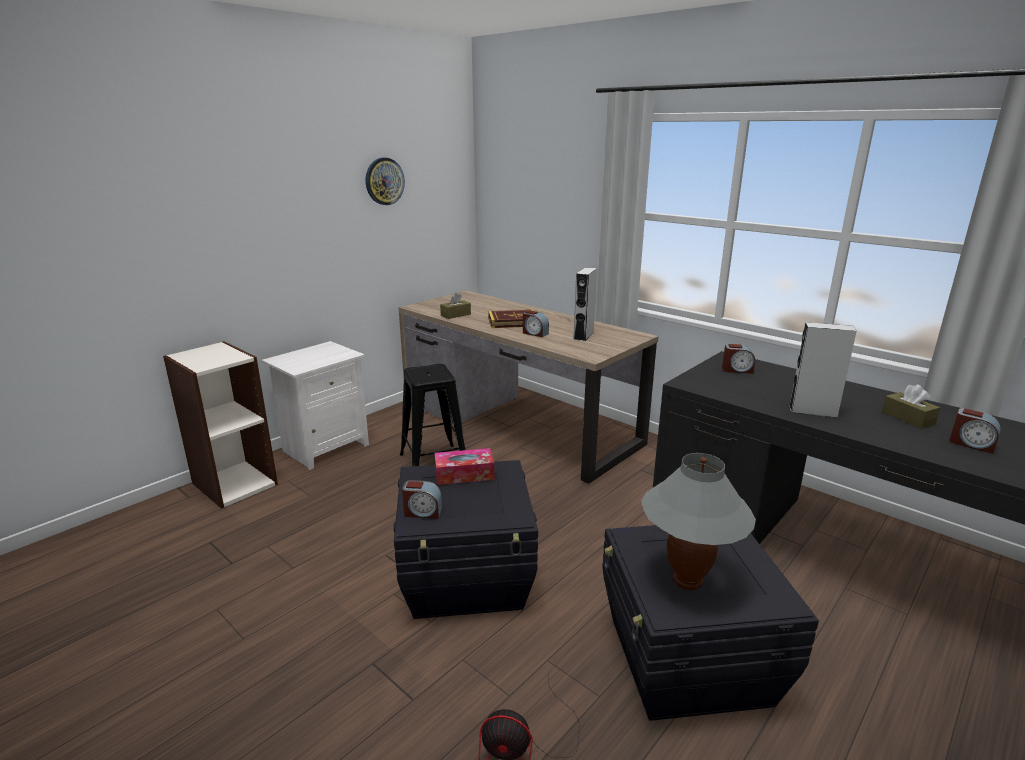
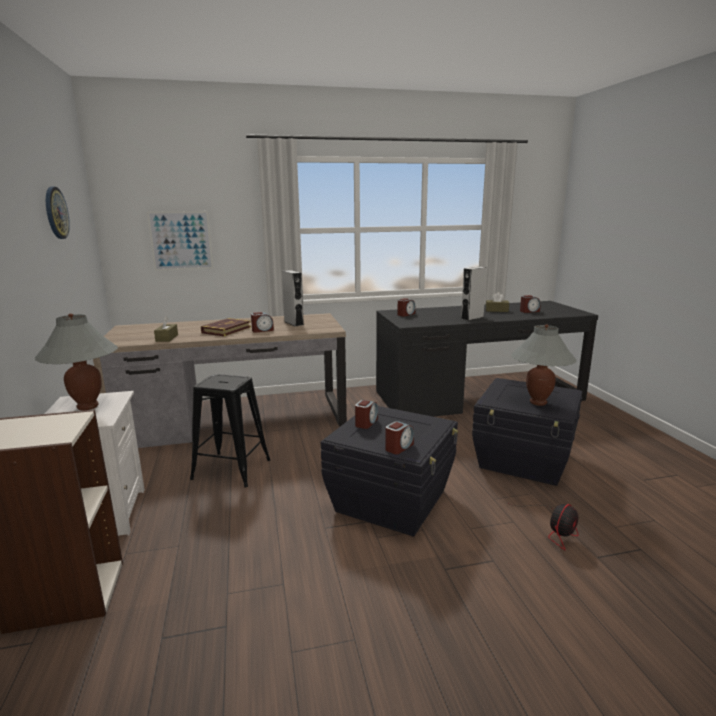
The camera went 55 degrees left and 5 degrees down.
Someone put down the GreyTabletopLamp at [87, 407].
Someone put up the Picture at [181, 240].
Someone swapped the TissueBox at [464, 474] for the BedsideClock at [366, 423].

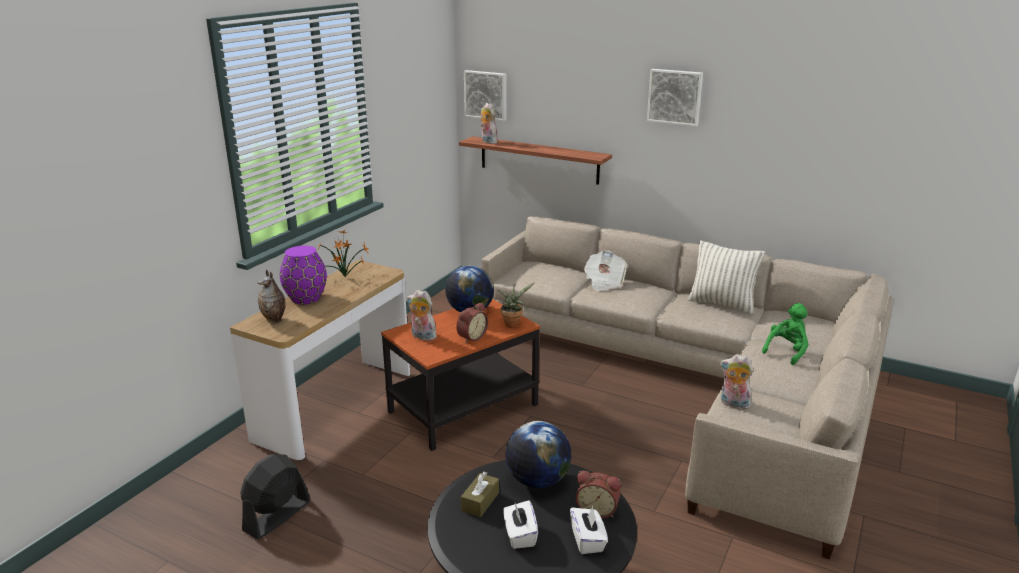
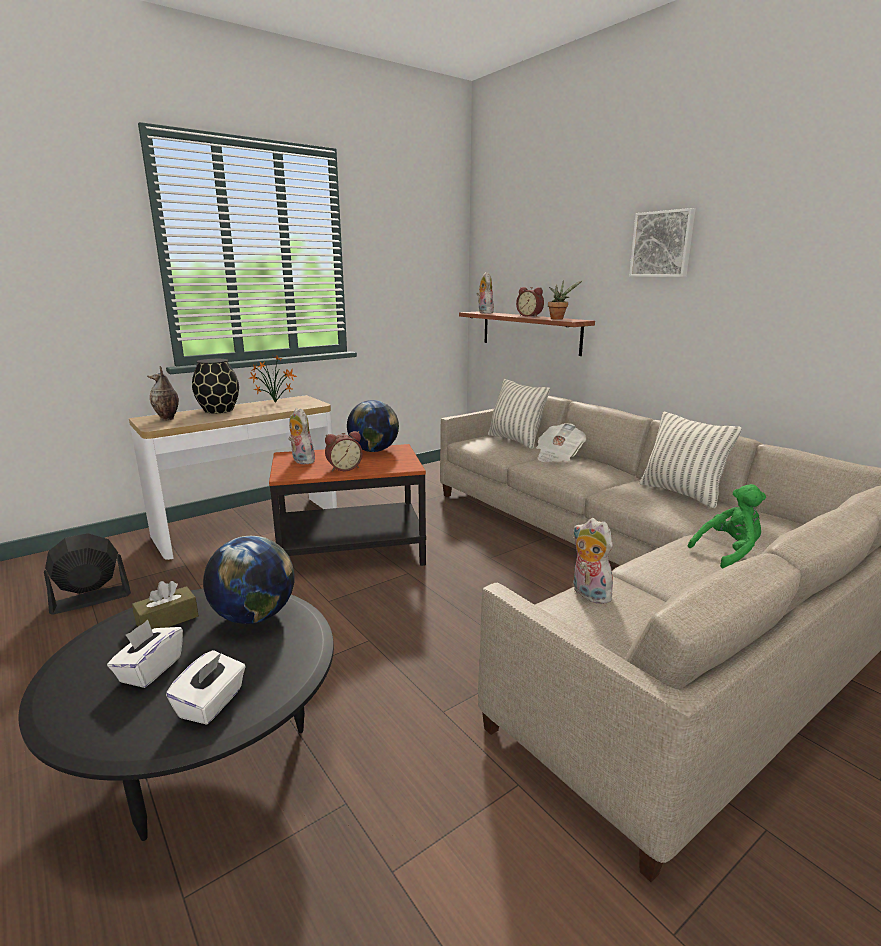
The camera went 25 degrees right and 5 degrees down.
Someone repainted the PurplishDecorativeVase at [306, 298], which became the BlackColouredDecorativeVase at [219, 410].
Someone put down the Pillow at [515, 440].
Someone carried the BedsideClock from [597, 510] to [530, 316].
Someone carried the Houseplant from [512, 323] to [558, 319].
Someone took away the Picture at [486, 95].

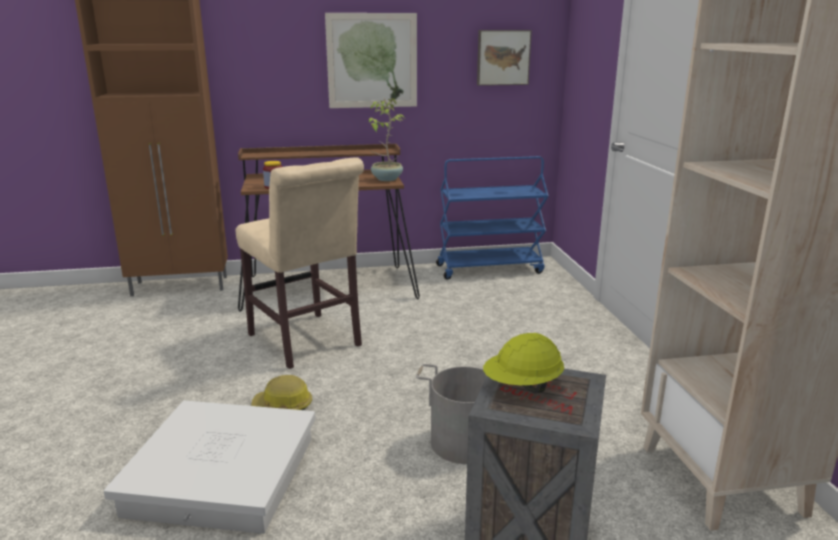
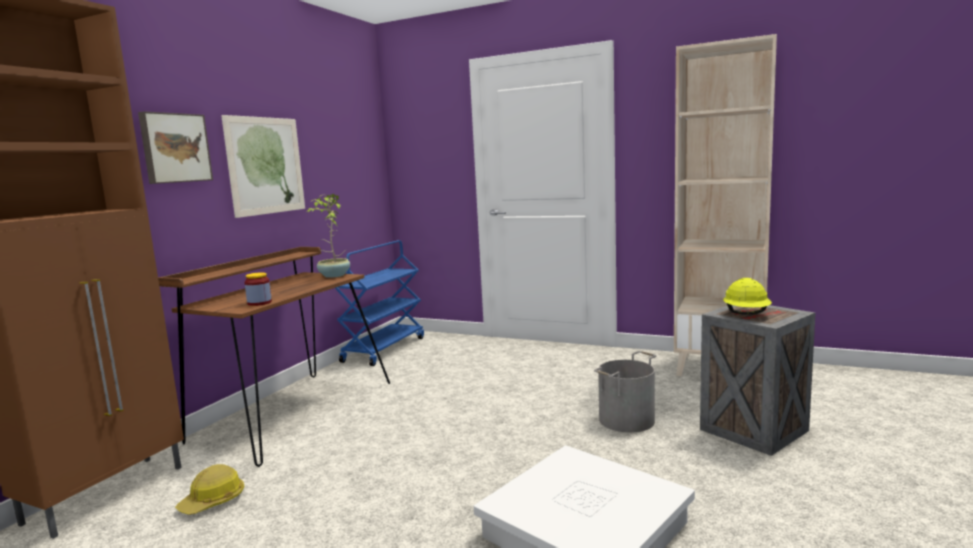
The camera went 55 degrees left and 10 degrees down.
Someone carried the Picture from [503, 57] to [174, 148].
Someone carried the SafetyHelmet from [283, 405] to [213, 501].
Someone took away the SandColouredPlainChair at [307, 343].

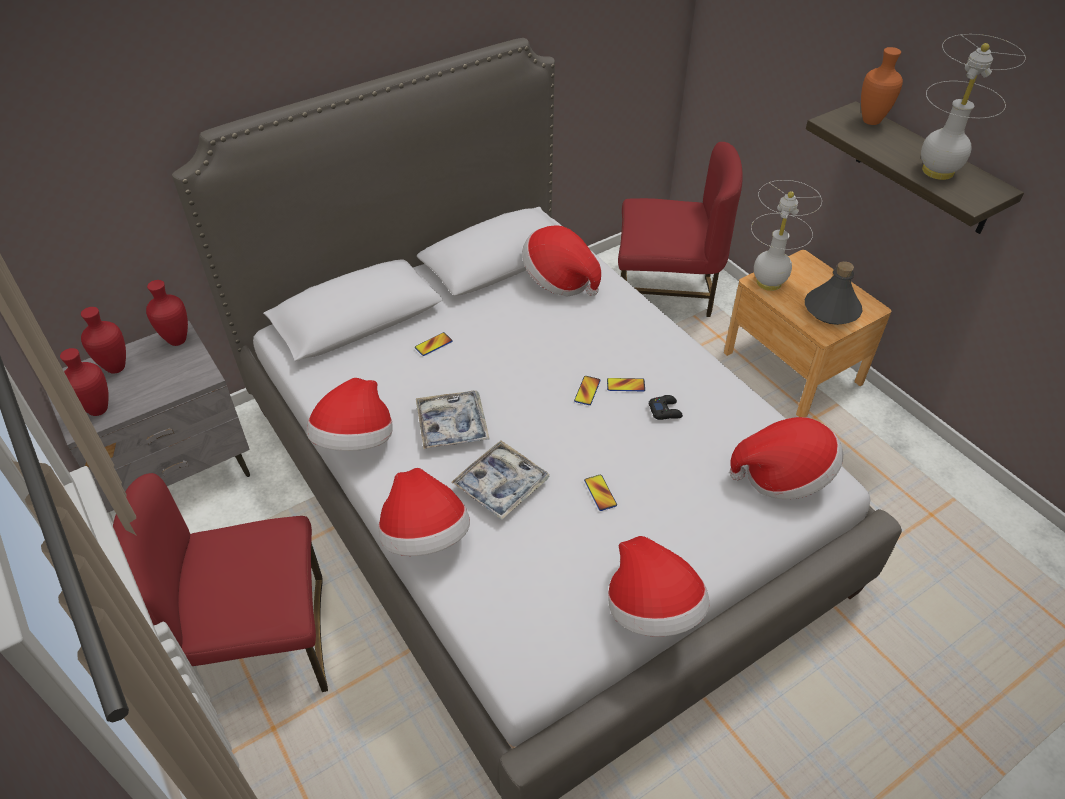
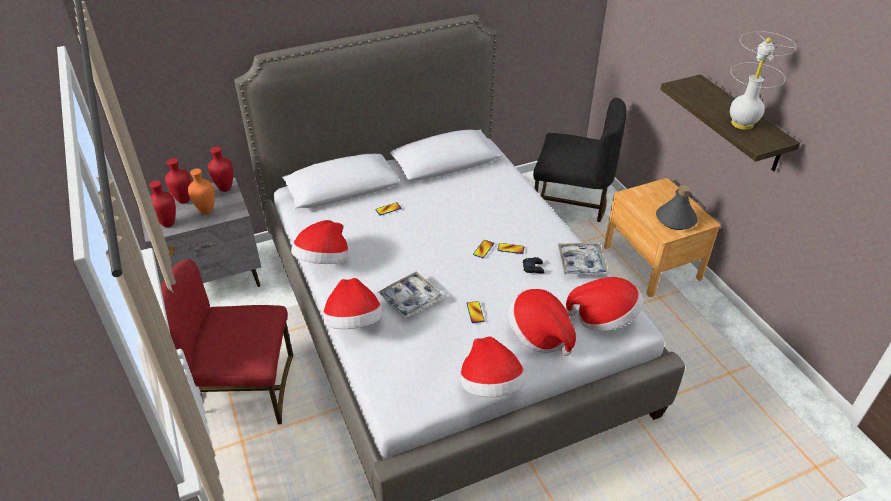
The camera went 10 degrees right and 5 degrees down.
Someone carried the OrangeyDecorativeVase from [872, 121] to [207, 211].
Someone carried the ClothingHat from [559, 280] to [539, 335].
Someone repainted the ReddishPlainChair at [664, 294], which became the BlackColouredPlainChair at [570, 203].
Someone carried the Tray from [452, 425] to [581, 263].
Someone took away the WhiteTabletopLamp at [768, 283].

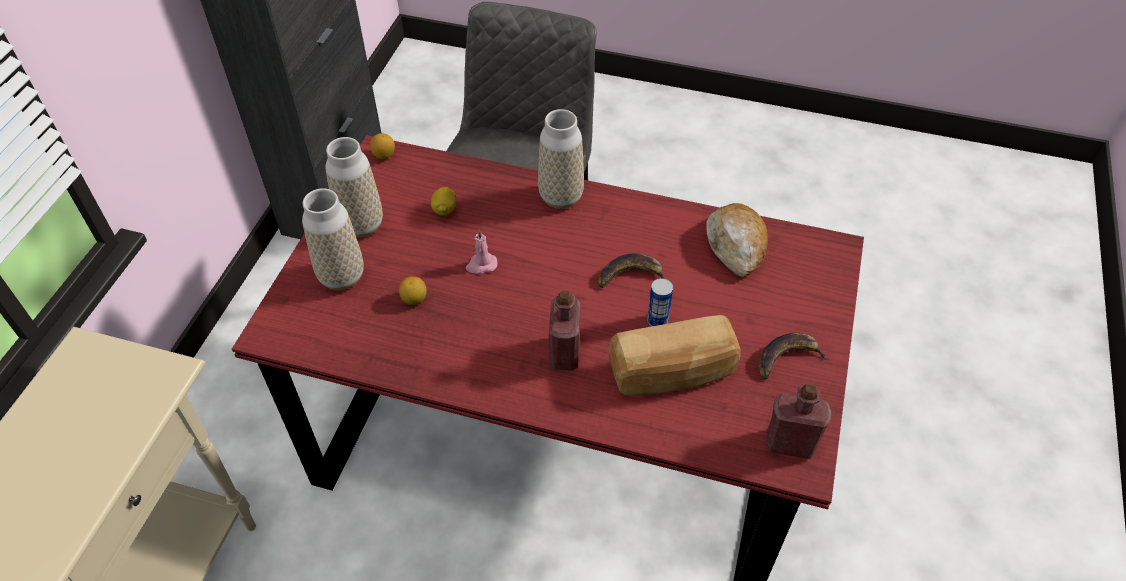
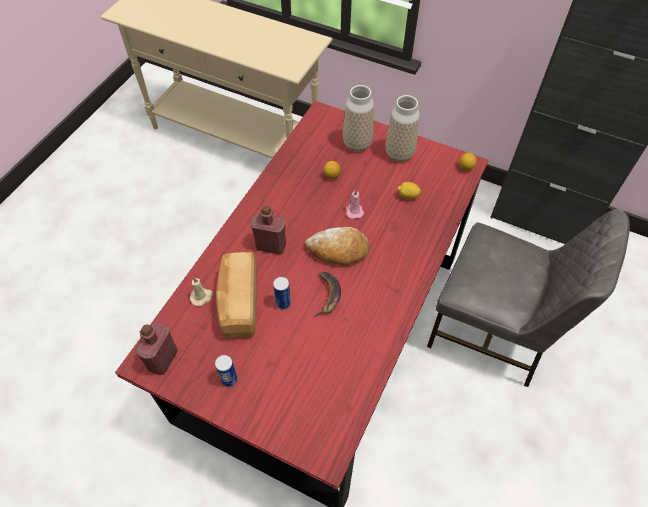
The camera went 100 degrees right and 5 degrees up.
Someone put down the SandColouredWaxLight at [202, 297].
Someone swapped the Banana at [787, 358] for the Can at [229, 380].
Someone carried the BakedBread from [736, 245] to [338, 250].
Someone took away the DecorativeVase at [561, 197].

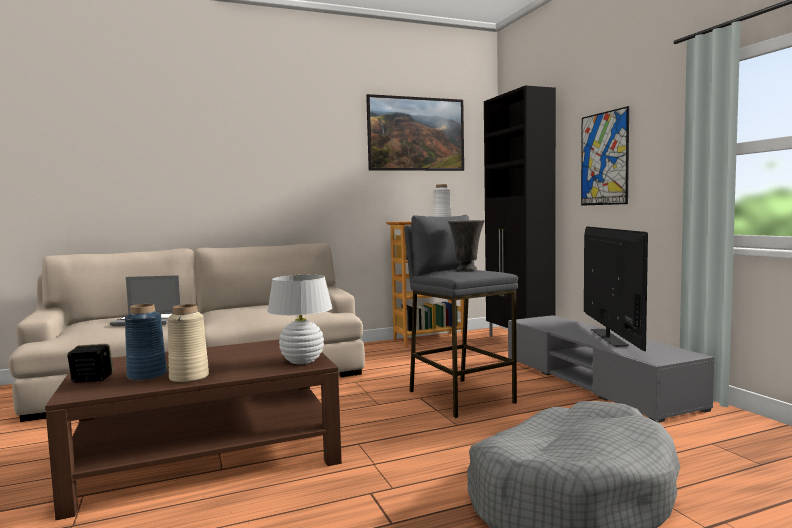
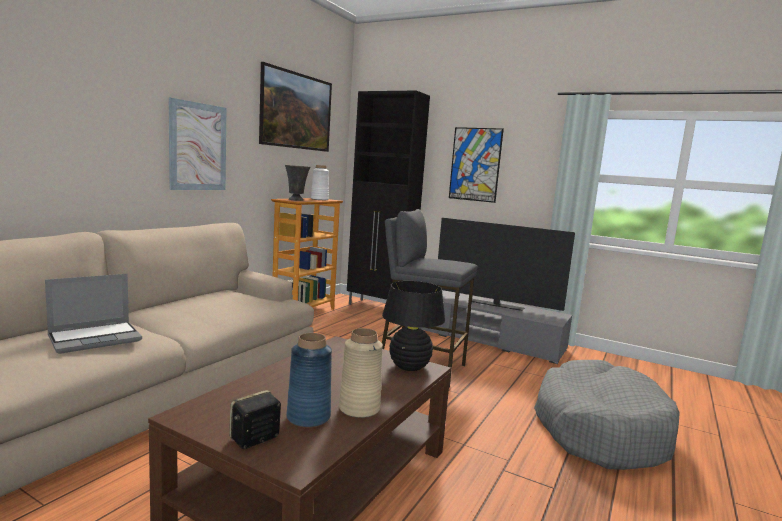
The camera went 40 degrees left and 5 degrees up.
Someone put up the Picture at [198, 147].
Someone carried the GreyDecorativeVase from [467, 270] to [296, 200].
Someone repainted the WhiteTabletopLamp at [302, 361], which became the BlackColouredTabletopLamp at [409, 366].
Someone rotated the Television at [608, 338] by 150 degrees clockwise.

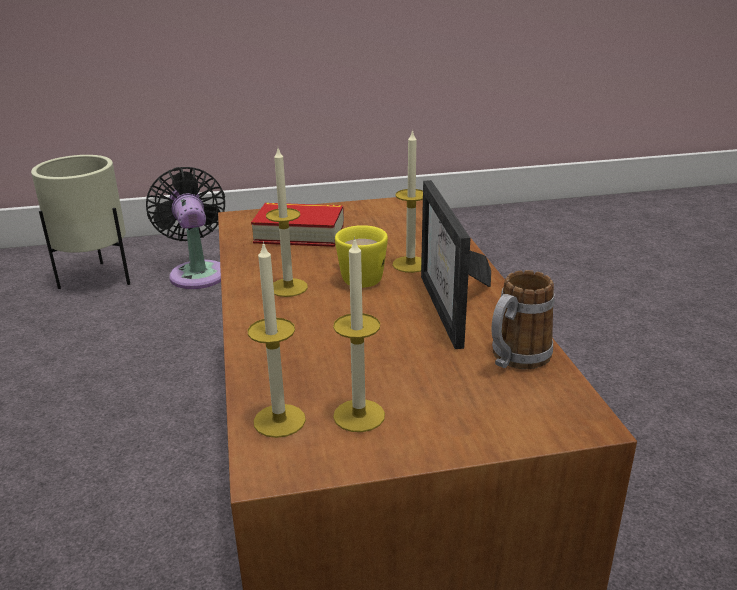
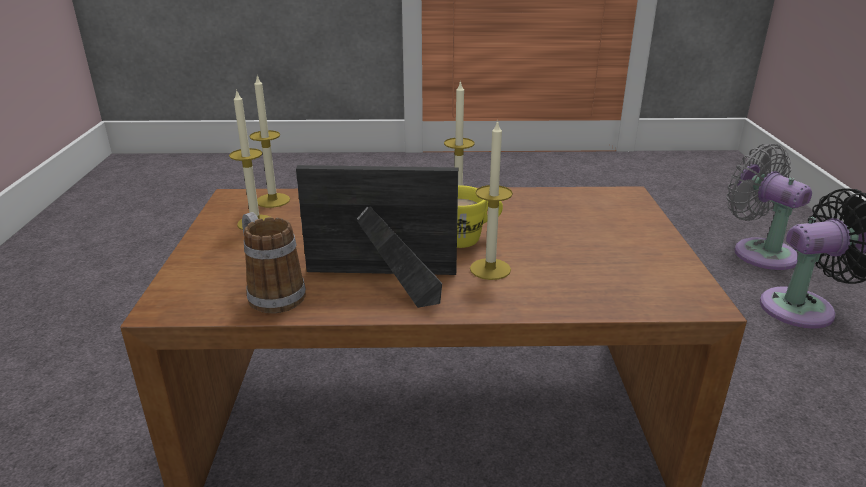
The camera went 100 degrees right and 0 degrees up.
Someone swapped the SandColouredFlowerPot at [97, 279] for the GreyElectricFan at [759, 252].
Someone took away the Book at [299, 233].

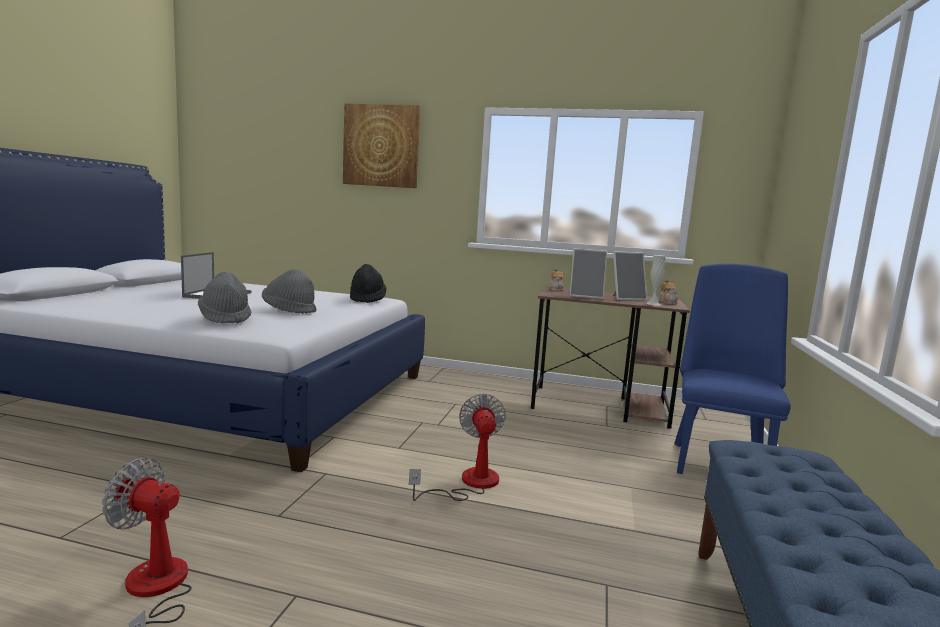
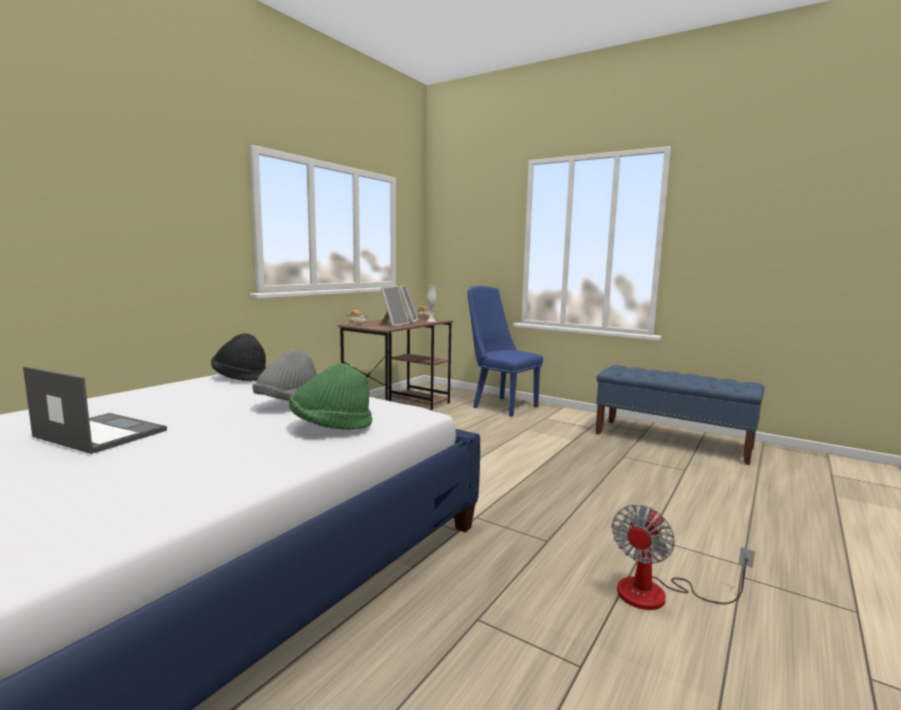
The camera went 70 degrees left and 0 degrees up.
Someone repainted the GreyClothingHat at [225, 318], which became the GreenClothingHat at [331, 426].
Someone took away the Picture at [381, 146].
Someone took away the ElectricFan at [469, 483].

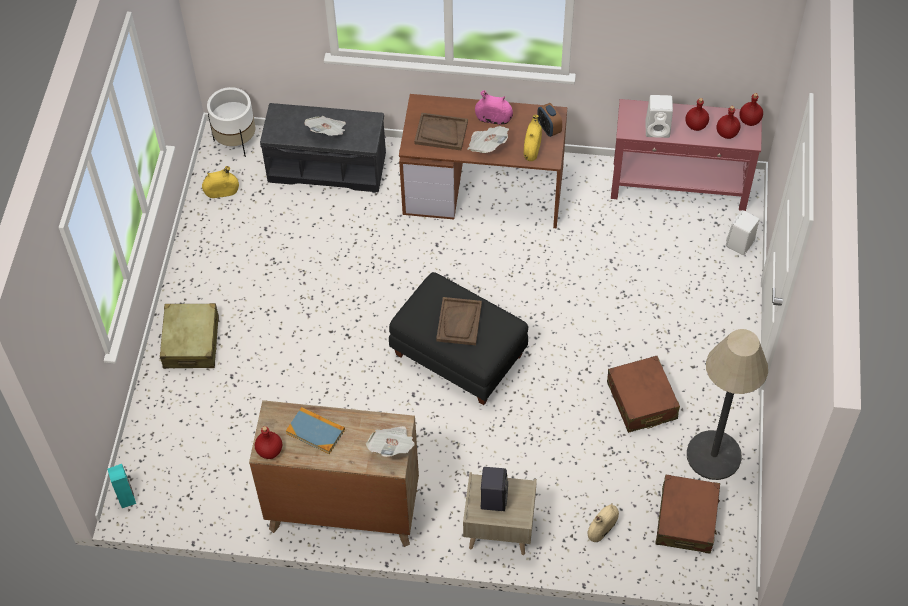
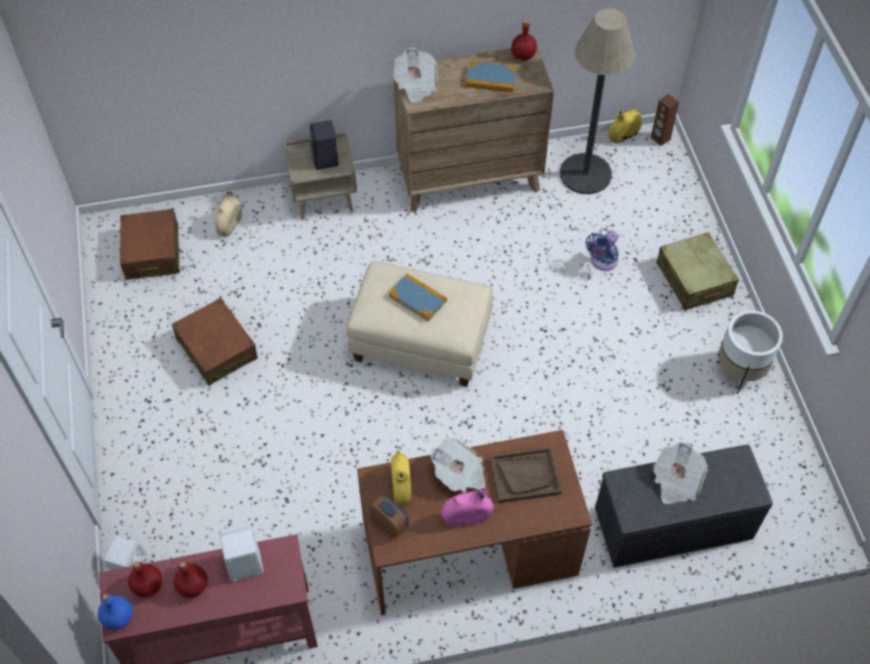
The camera went 160 degrees right and 0 degrees up.
Someone repainted the ReddishBottle at [750, 121], which became the BlueColouredBottle at [118, 617].
Someone repainted the BlackColouredFootrest at [460, 354], which became the SandColouredFootrest at [420, 343].
Someone swapped the BrownishTray at [459, 322] for the Book at [417, 298].
Someone carried the StandingLamp from [713, 455] to [585, 174].
Someone put down the BlueColouredElectricFan at [602, 262].
Someone carried the YellowishDecorativeVase from [222, 192] to [623, 135].
Someone repainted the TurquoiseColouredLoudspeaker at [127, 499], which became the BrownishLoudspeaker at [660, 138].
Someone carried the WhiteFlowerPot from [236, 141] to [739, 370].

